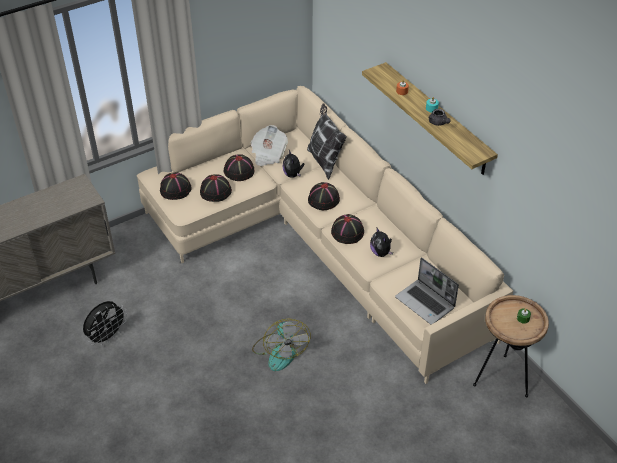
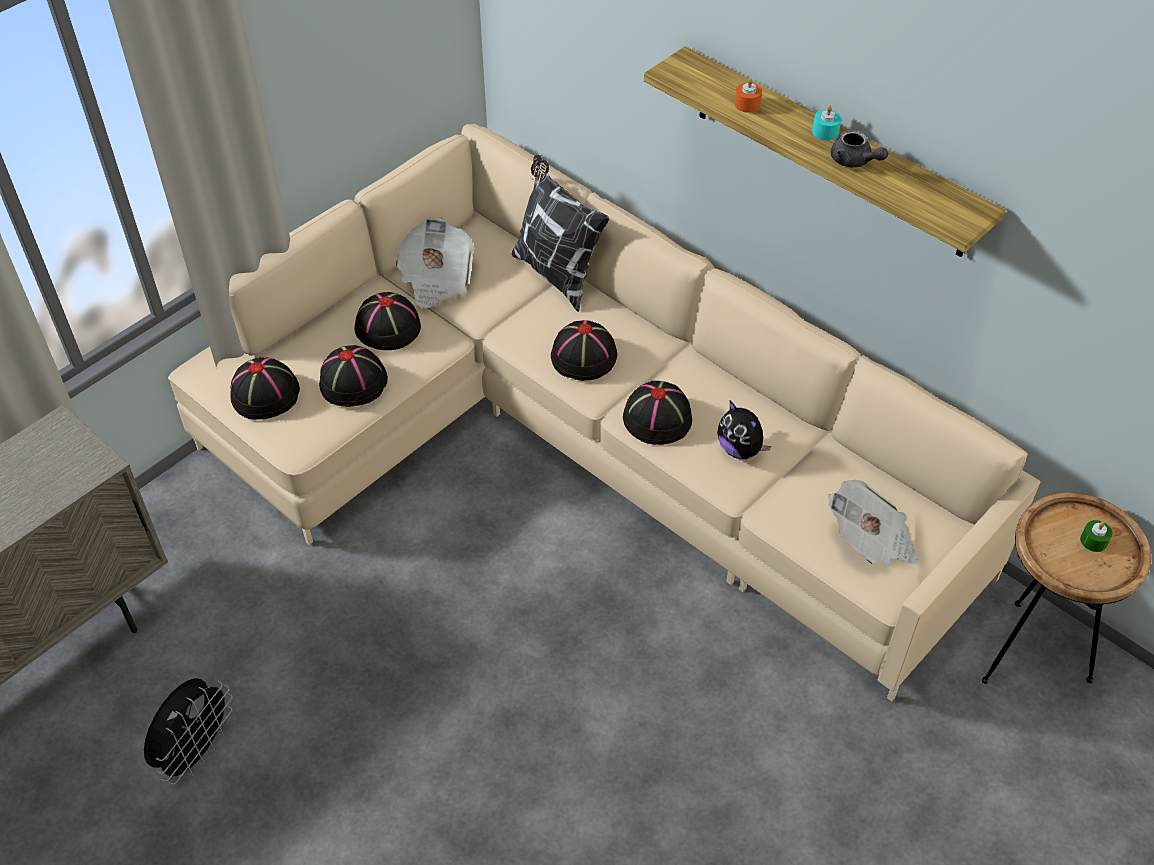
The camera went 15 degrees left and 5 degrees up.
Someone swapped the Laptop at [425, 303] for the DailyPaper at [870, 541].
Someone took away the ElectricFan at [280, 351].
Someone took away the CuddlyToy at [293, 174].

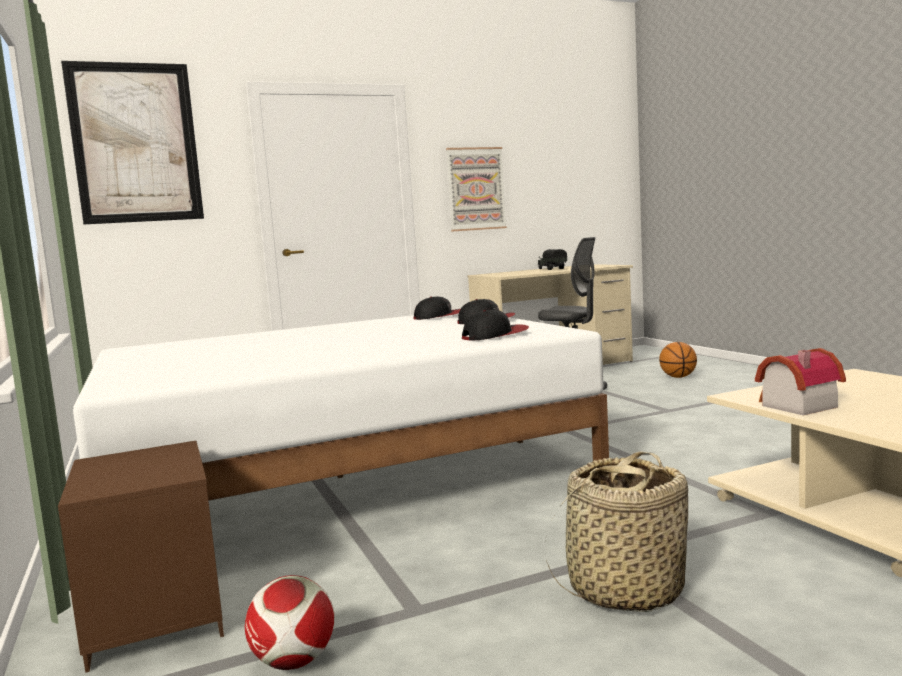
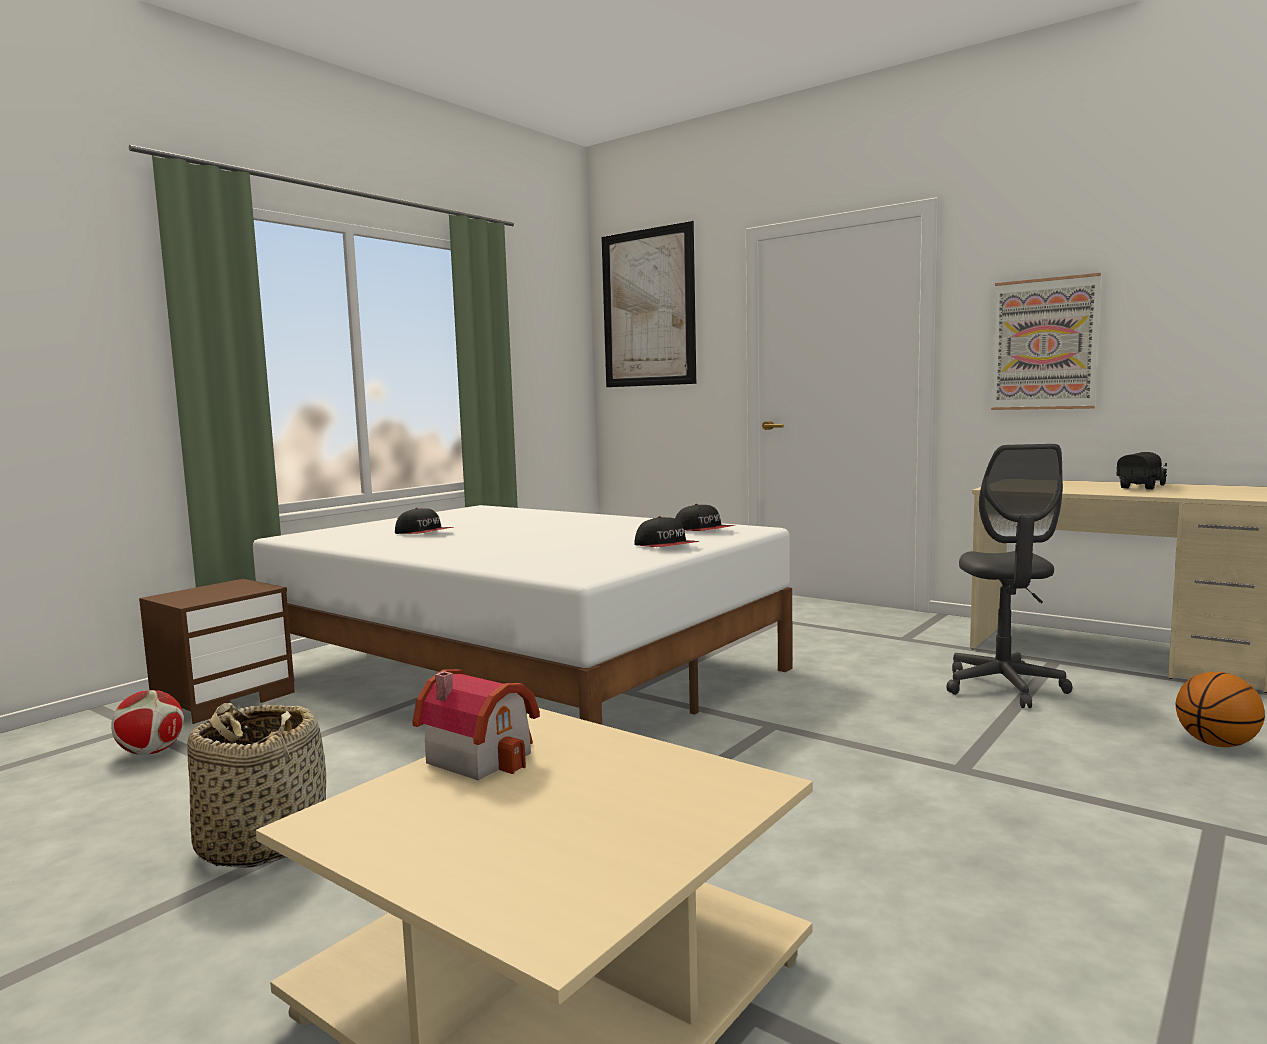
The camera went 60 degrees right and 0 degrees up.
Someone carried the Cap from [495, 335] to [424, 533].

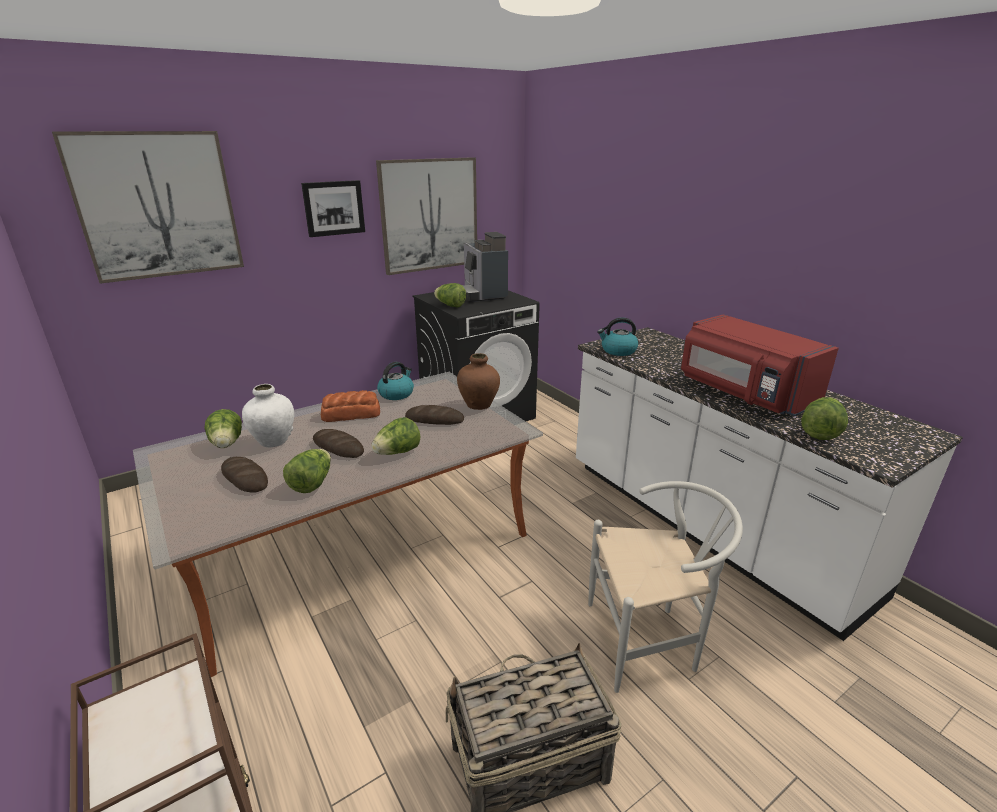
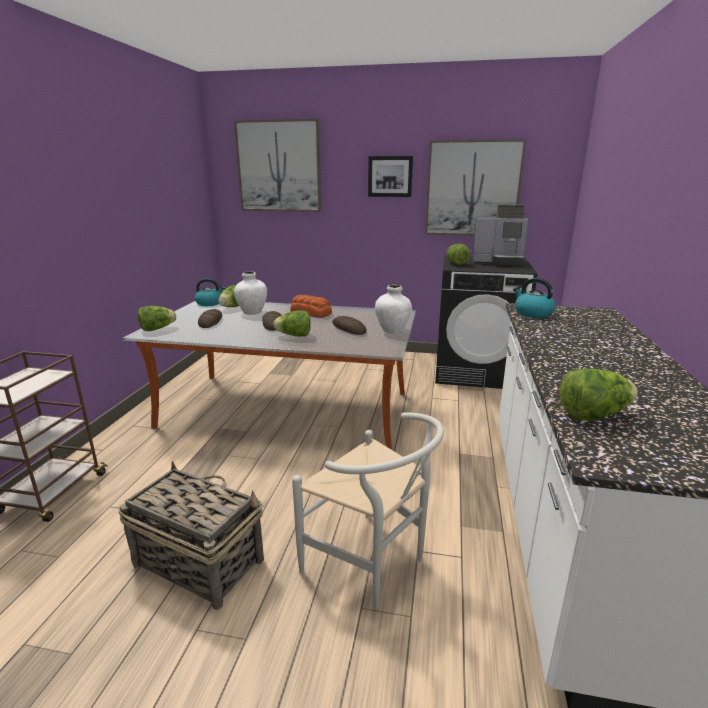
The camera went 45 degrees right and 5 degrees down.
Someone carried the LettuceHead from [312, 483] to [157, 329].
Someone carried the WaterKettle from [396, 394] to [210, 303].
Someone repainted the BrownishDecorativeVase at [479, 405], which became the WhiteDecorativeVase at [392, 331].
Someone rotated the CoffeeMaker at [483, 295] by 105 degrees counterclockwise.
Someone took away the ReddishKitchenMicrowave at [743, 393].

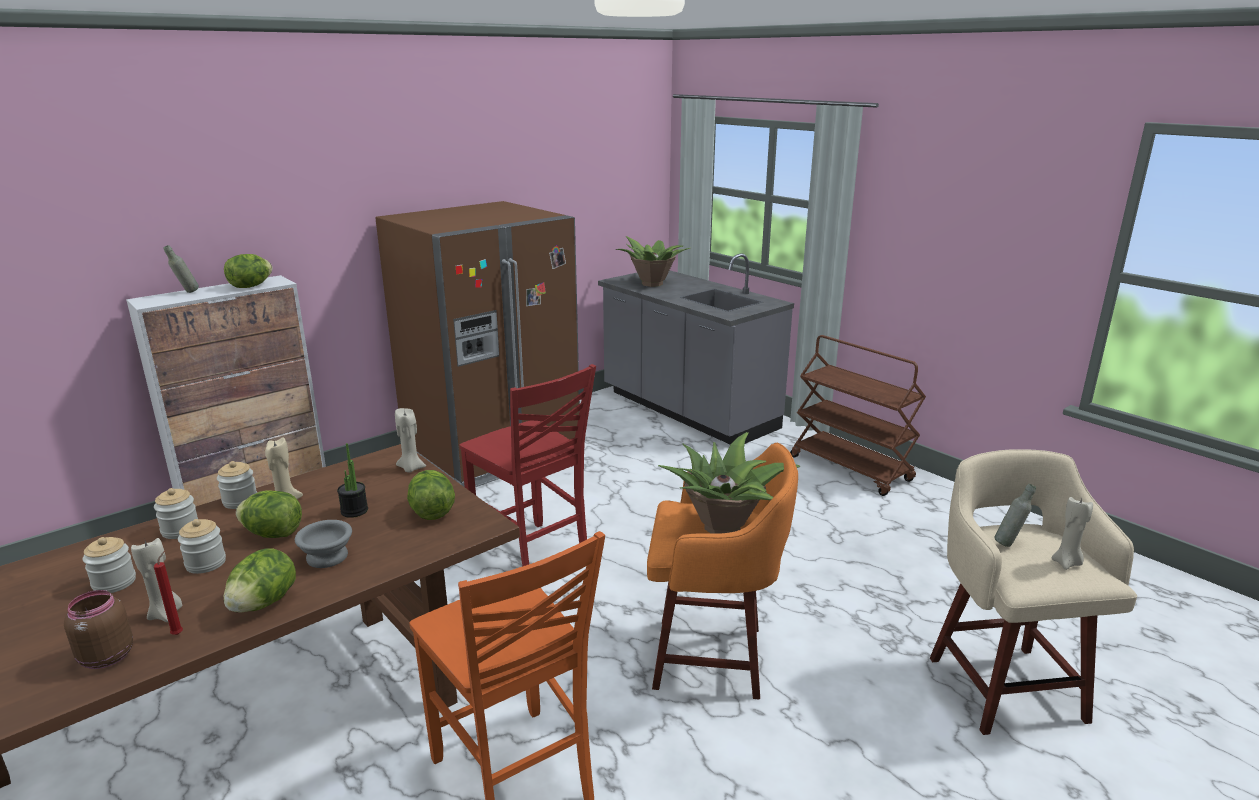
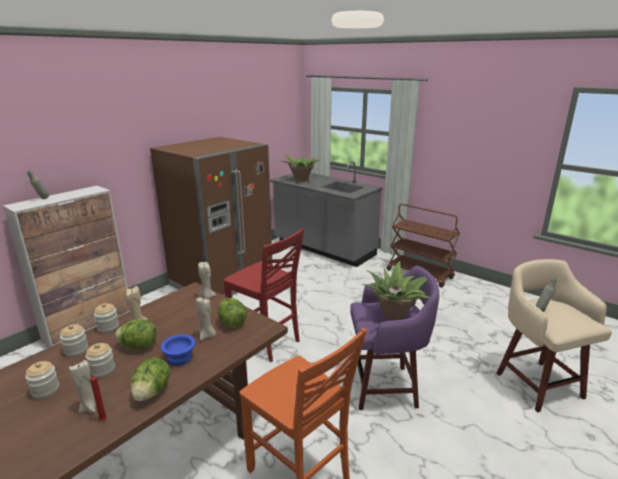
The camera went 10 degrees left and 0 degrees up.
Someone repainted the GreyDeepDish at [326, 556], which became the BlueColouredDeepDish at [179, 357].
Someone carried the SandColouredWaxLight from [1067, 563] to [207, 336].
Someone repainted the OrangeyStool at [713, 657], which became the PurplishStool at [386, 387].
Someone took away the BrownishJar at [105, 658].
Someone took away the LettuceHead at [250, 286].
Someone took away the Houseplant at [354, 511].

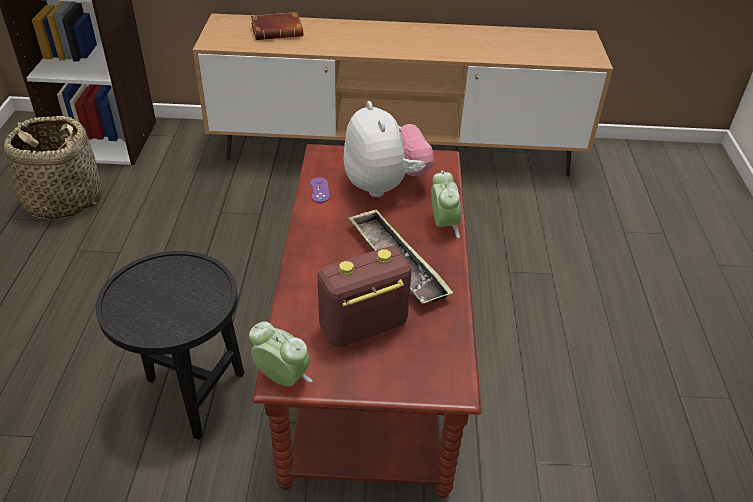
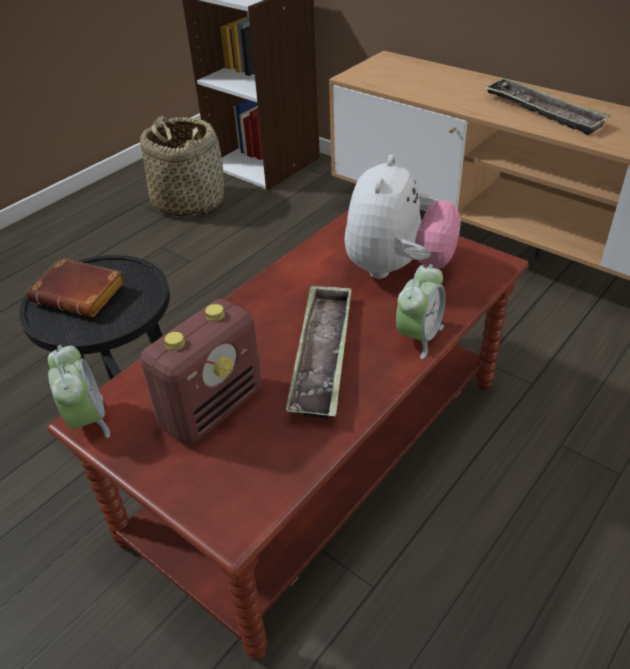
The camera went 40 degrees right and 0 degrees up.
Someone carried the BrownishBook from [278, 31] to [82, 293].
Someone rotated the RadioReceiver at [362, 327] by 120 degrees clockwise.
Someone put down the Tray at [542, 112].
Someone took away the PurplishGameController at [319, 190].

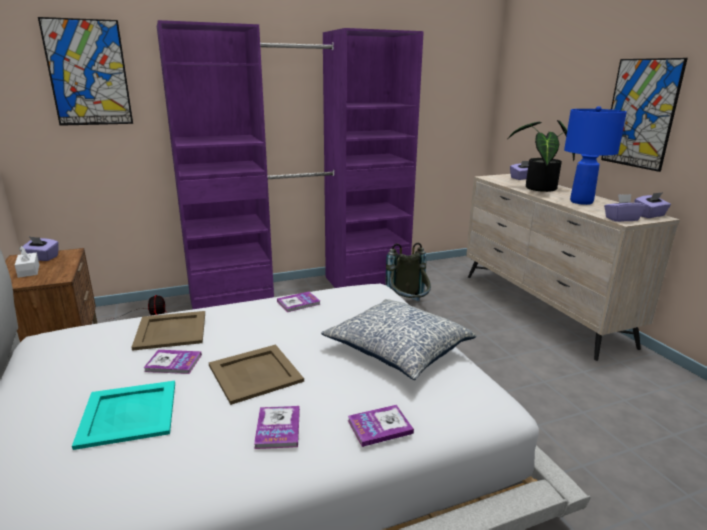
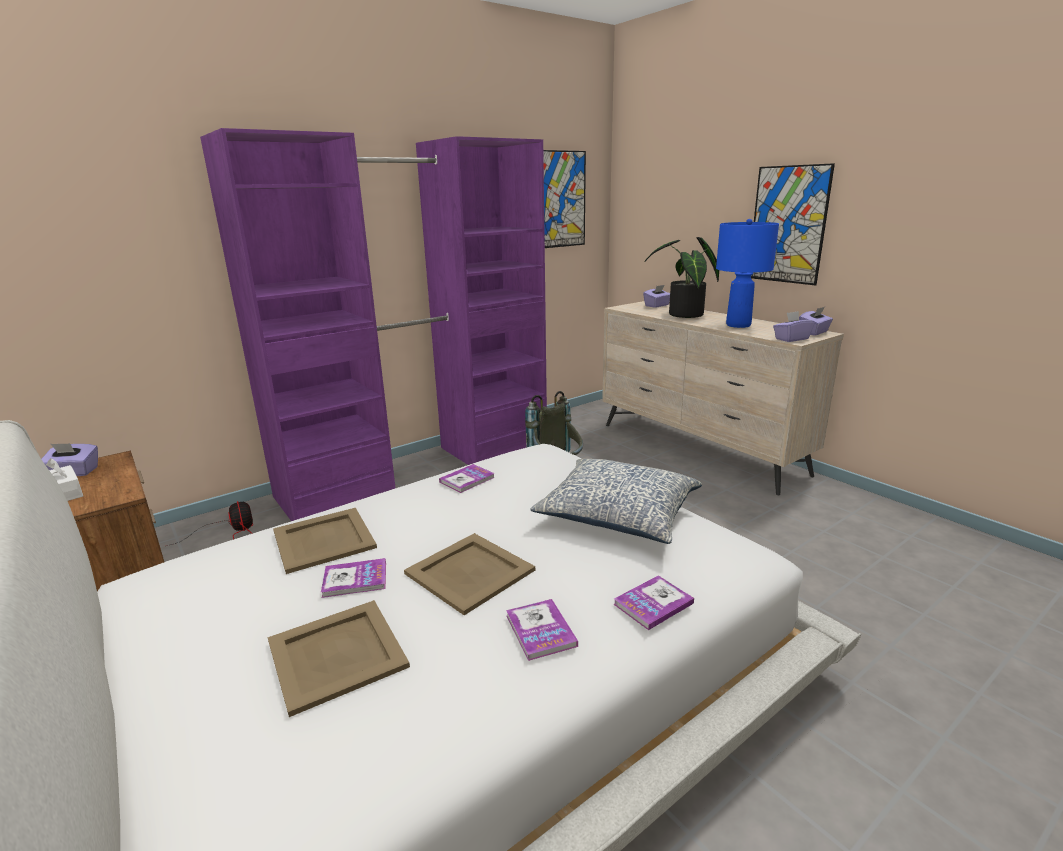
The camera went 15 degrees left and 0 degrees up.
Someone repainted the TurquoiseColouredTray at [129, 414], which became the SandColouredTray at [338, 654].
Someone carried the Picture from [88, 73] to [560, 199].

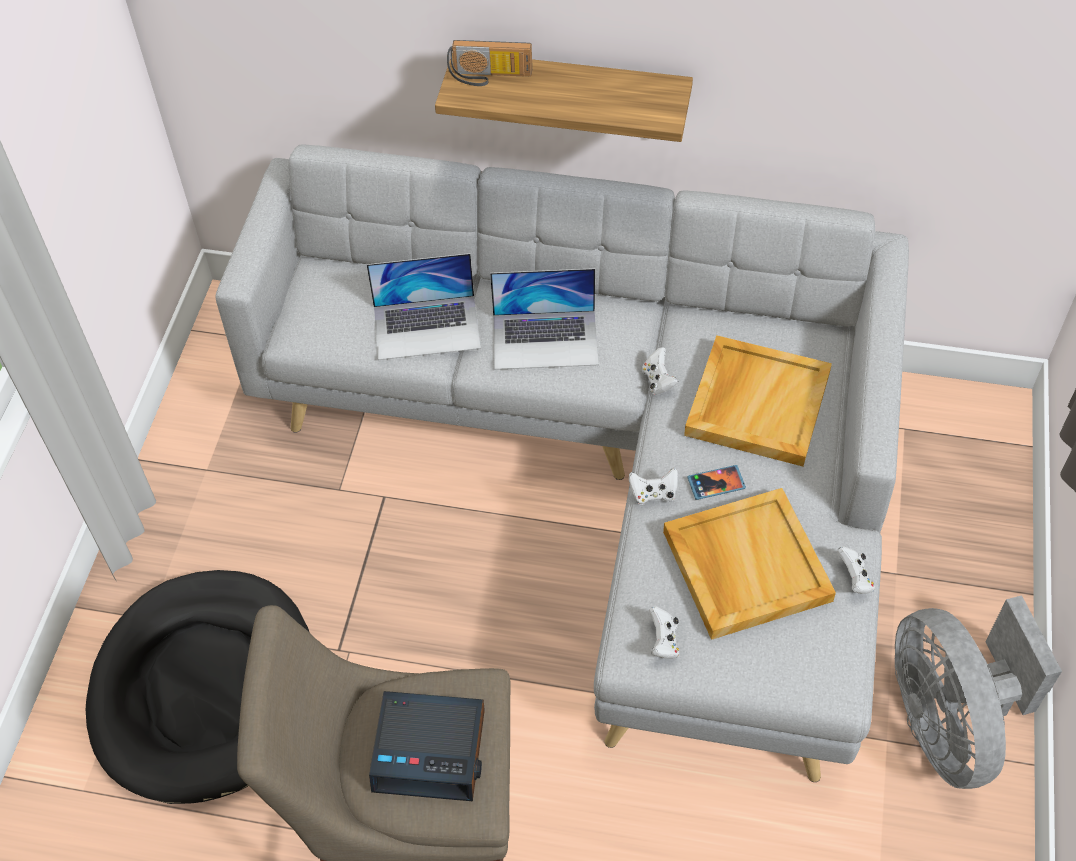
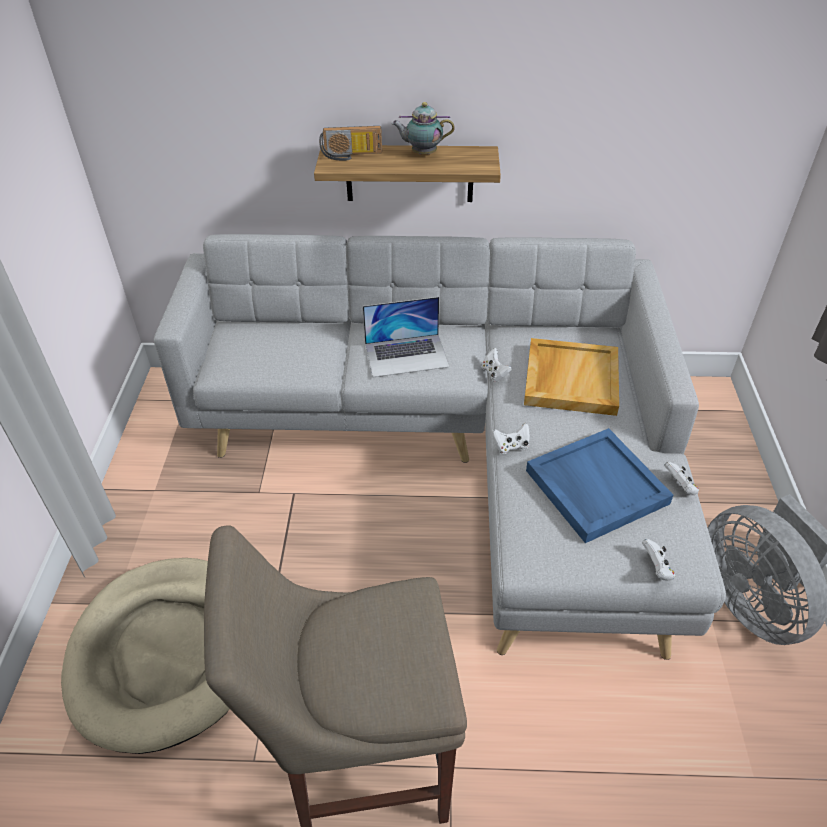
The camera went 10 degrees left and 10 degrees down.
Someone repainted the BlackColouredDogCushion at [206, 689], which became the SandColouredDogCushion at [165, 653].
Someone put down the PotForTea at [422, 153].
Someone repainted the SandColouredTray at [745, 565], which became the BlueColouredTray at [595, 486].
Someone carried the WhiteGameController from [663, 641] to [656, 568].
Someone took away the Laptop at [427, 327].
Someone took away the BedsideClock at [431, 750].
Someone took away the Phone at [716, 483].

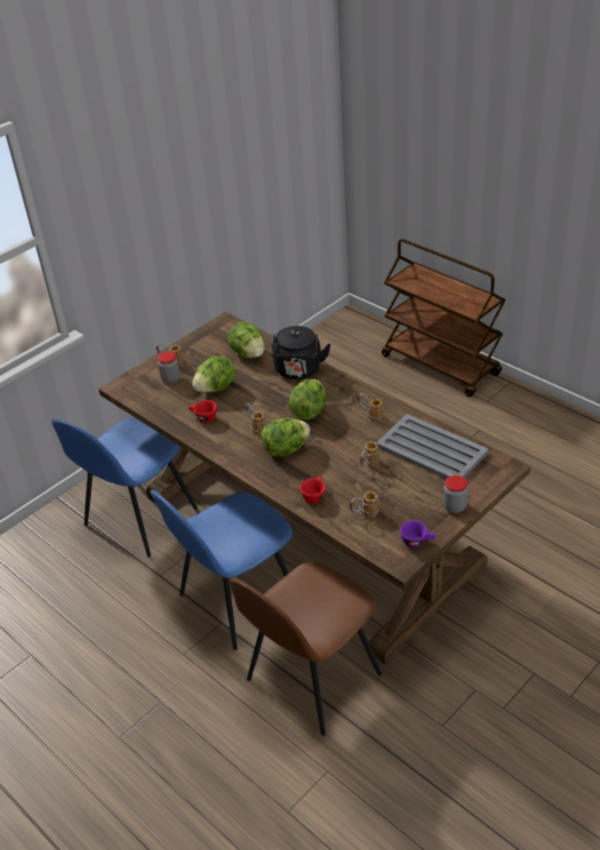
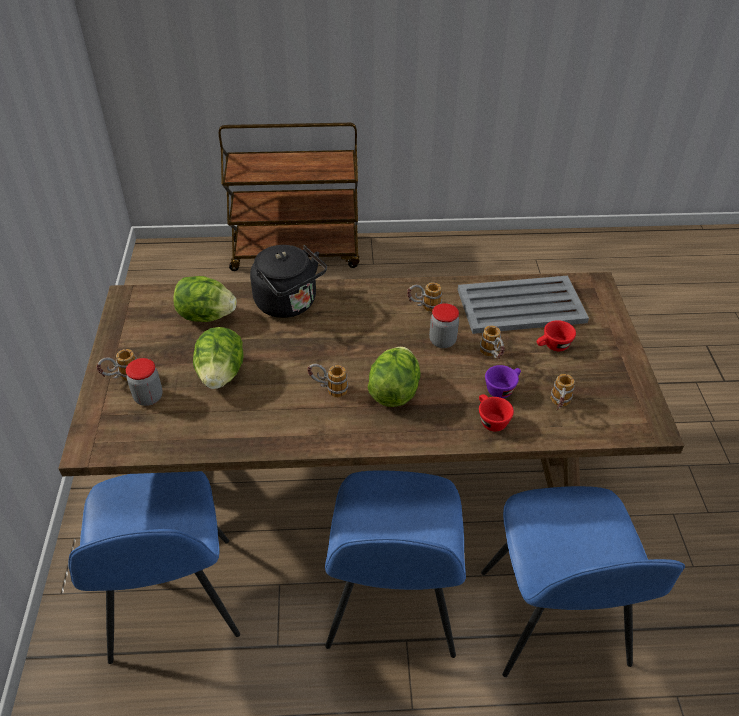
The camera went 50 degrees left and 5 degrees up.
Someone carried the Jar from [455, 507] to [442, 341].
Someone repainted the BrownishPlainChair at [311, 679], which became the BlueColouredPlainChair at [554, 621].
Someone carried the PurplishSmallCup from [417, 541] to [502, 388].
Someone carried the ReddishSmallCup from [203, 418] to [552, 346].
Someone took away the LettuceHead at [309, 411].

